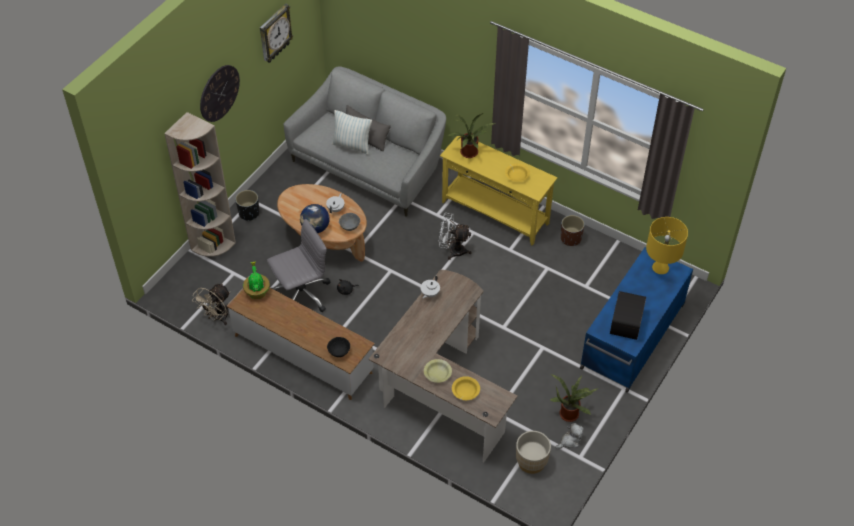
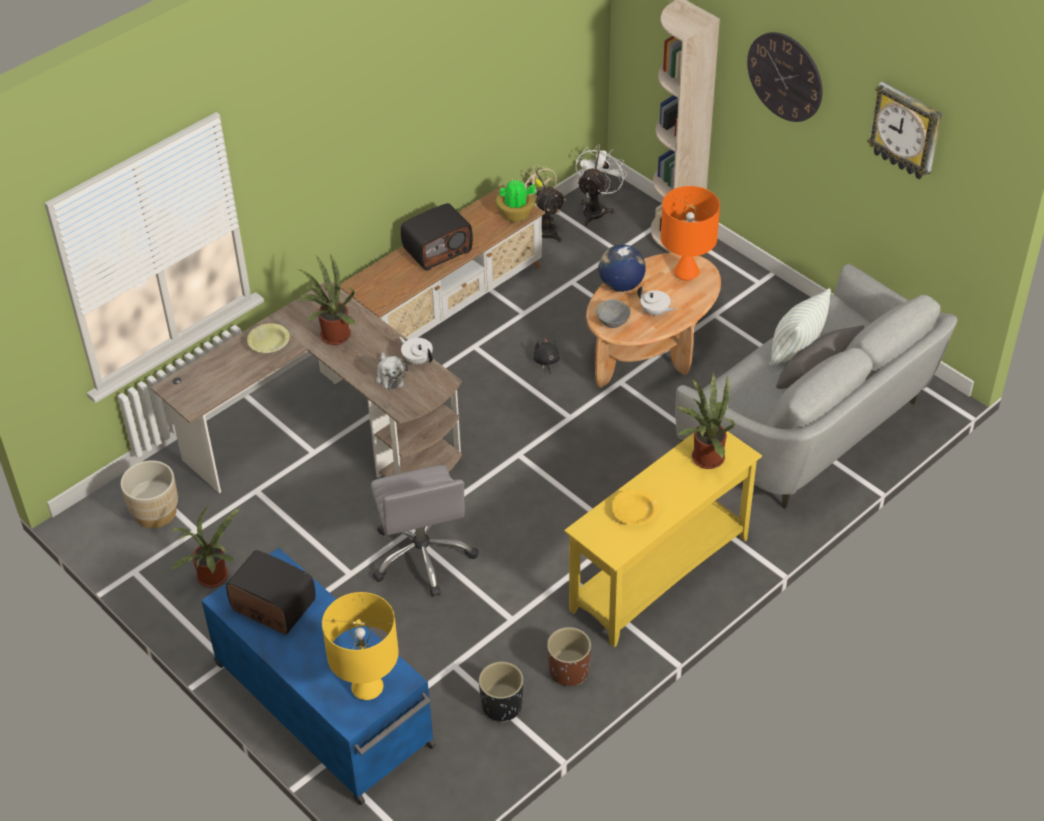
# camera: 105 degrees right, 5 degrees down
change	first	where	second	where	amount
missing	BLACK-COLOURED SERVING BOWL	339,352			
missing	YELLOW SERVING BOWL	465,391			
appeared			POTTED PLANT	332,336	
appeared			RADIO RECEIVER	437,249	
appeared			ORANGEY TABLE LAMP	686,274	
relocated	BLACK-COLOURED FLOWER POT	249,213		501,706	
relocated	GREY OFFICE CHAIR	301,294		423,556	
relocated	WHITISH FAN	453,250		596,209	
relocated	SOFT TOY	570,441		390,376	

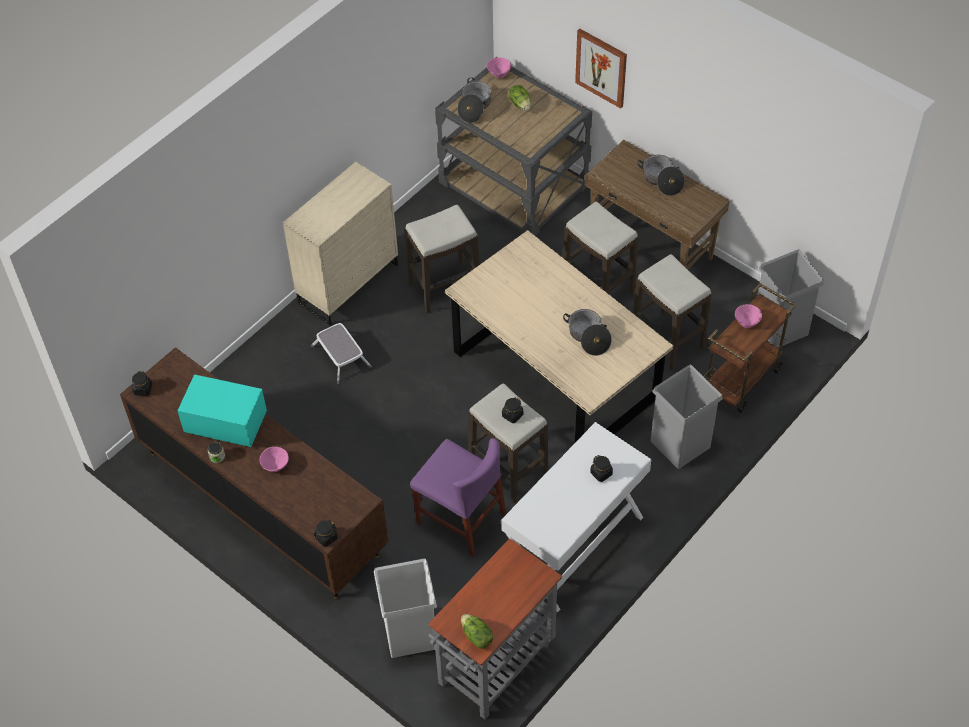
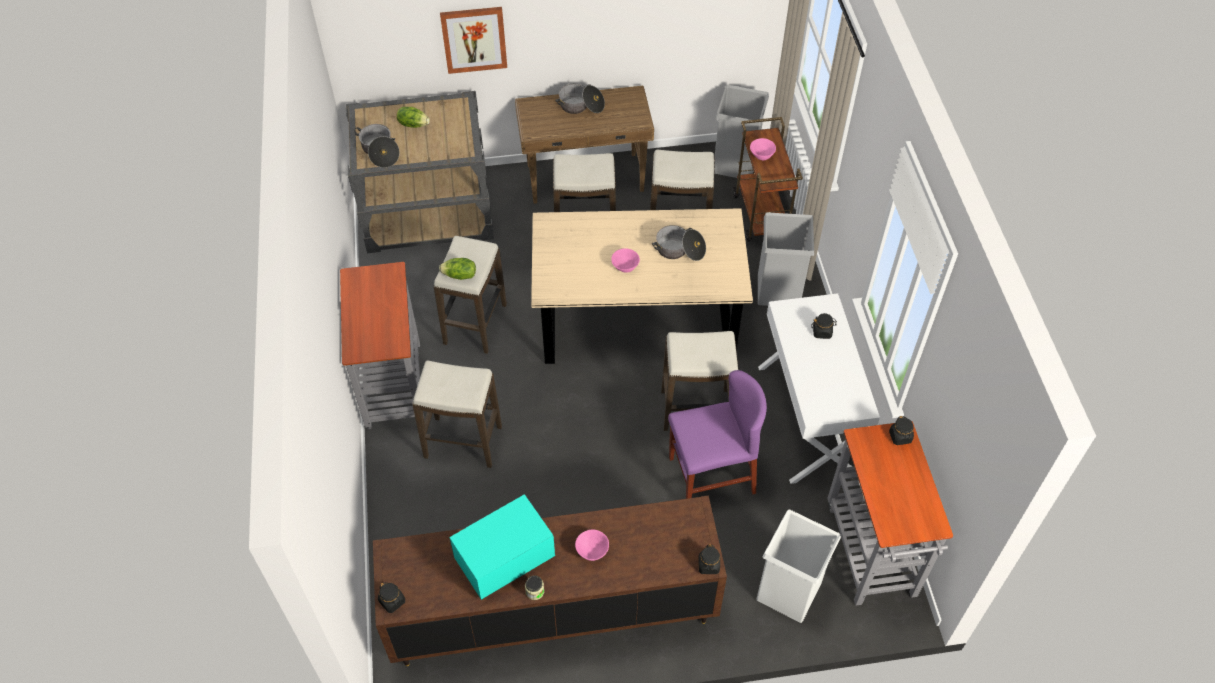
# camera: 50 degrees left, 0 degrees up
change	first	where	second	where	amount
relocated	LETTUCE HEAD	476,636		459,275	
relocated	PINK SERVING BOWL	499,73		625,266	
relocated	BLACK-COLOURED STORAGE JAR	512,415		900,437	
exchanged	SAND-COLOURED DRESSER	348,283	GREY TROLLEY	393,384	
exchanged	GREY STEP LADDER	341,356	STOOL	463,442	

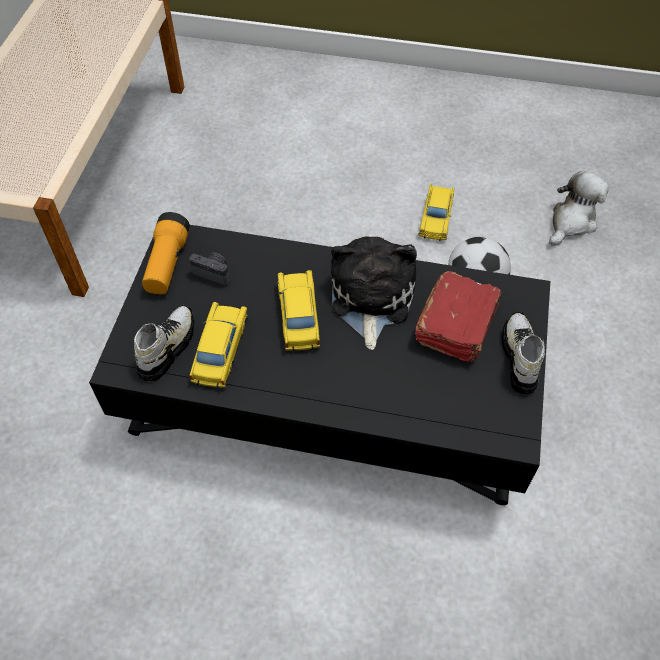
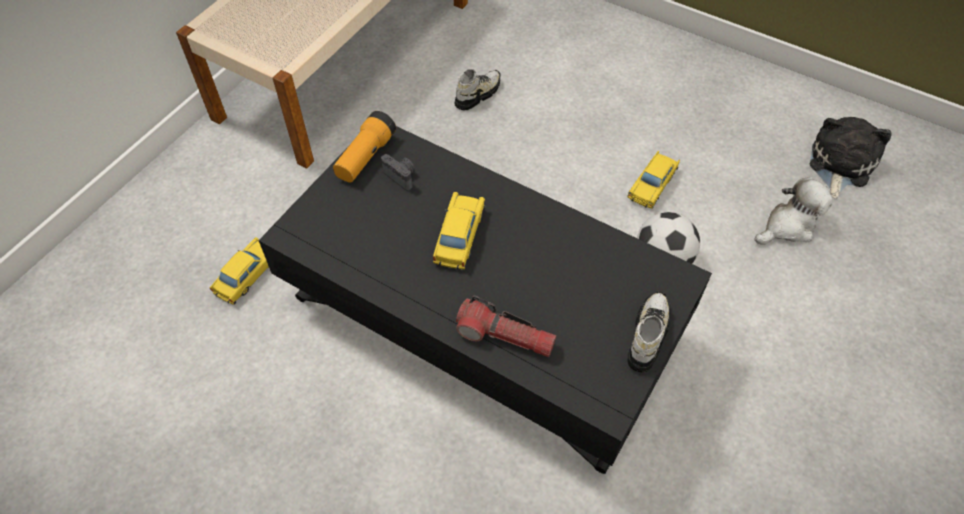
# camera: 20 degrees right, 0 degrees up
change	first	where	second	where	amount
missing	REDDISH VOLUME	457,325			
appeared			HAND TORCH	505,336	
relocated	ITEM OF FOOTWEAR	167,348		477,94	
relocated	YELLOW TOY CAR	220,350		247,275	
relocated	SOFT TOY	370,298		839,165	

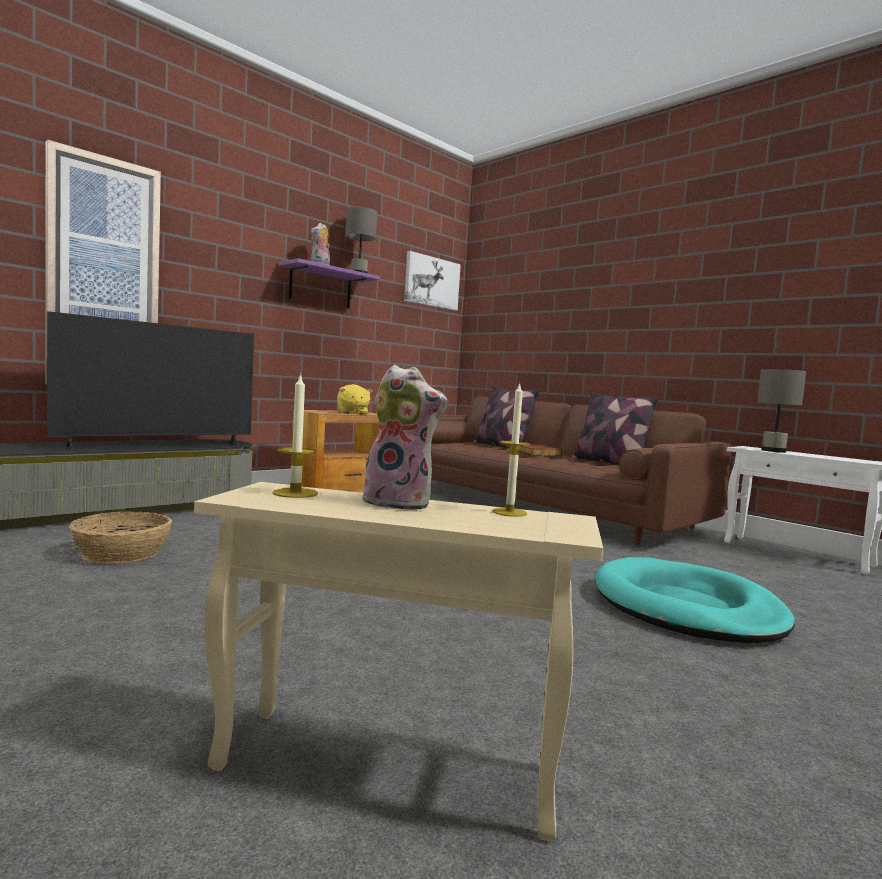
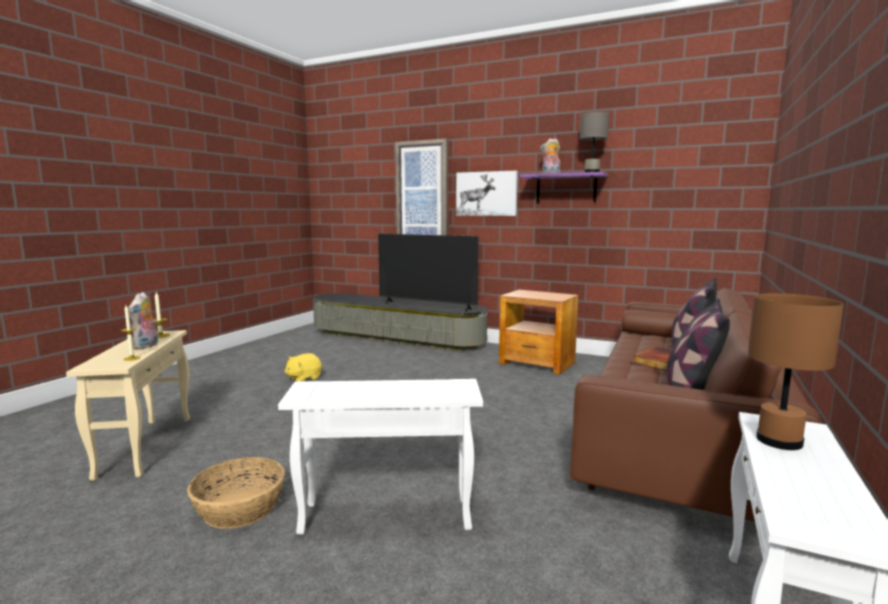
# camera: 70 degrees right, 5 degrees up
change	first	where	second	where	amount
relocated	STORAGE BASKET	121,554		239,508	
relocated	YELLOW SOFT TOY	352,413		304,378	
relocated	WALL PICTURE	431,282		486,193	
exchanged	TURQUOISE PET BED	686,608	WHITISH END TABLE	386,516	
colour	GREY TABLE LAMP	773,451	BROWN-COLOURED TABLE LAMP	778,440	

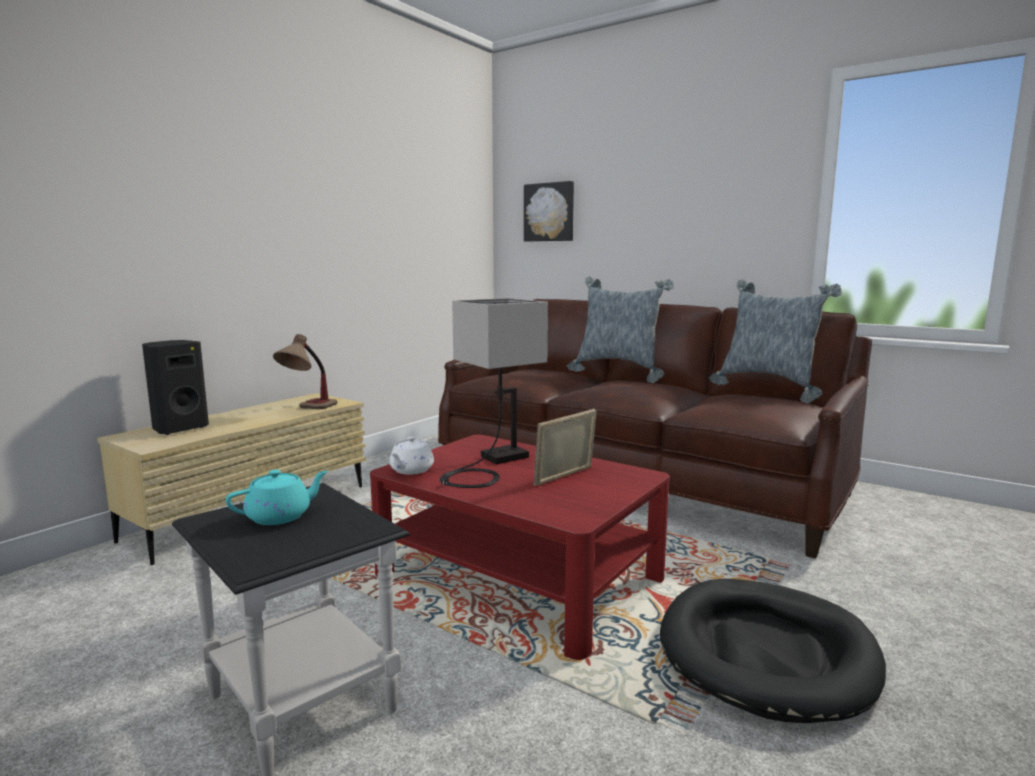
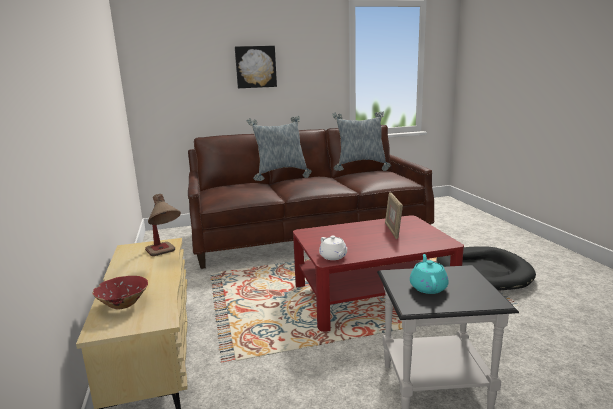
# camera: 50 degrees left, 5 degrees up
change	first	where	second	where	amount
missing	TABLE LAMP	488,465			
relocated	WALL PICTURE	549,212		255,67	
exchanged	BLACK-COLOURED SPEAKER	179,428	REDDISH SERVING BOWL	123,304	

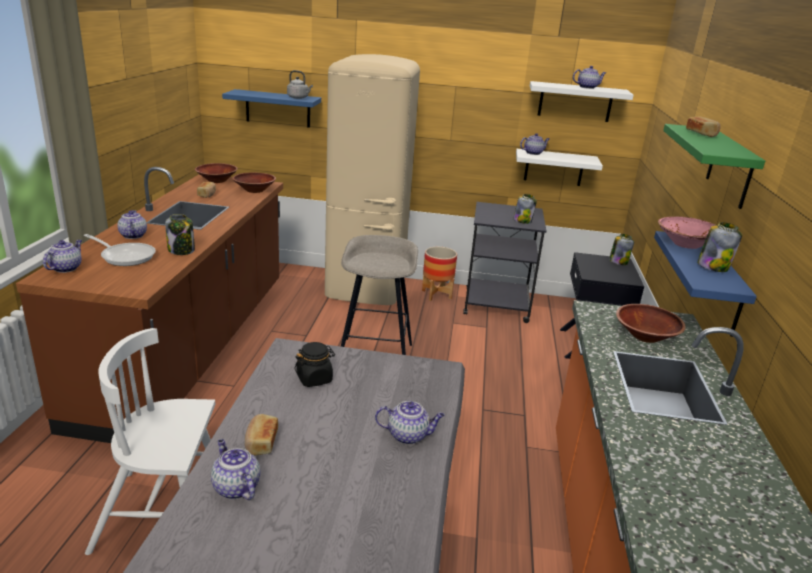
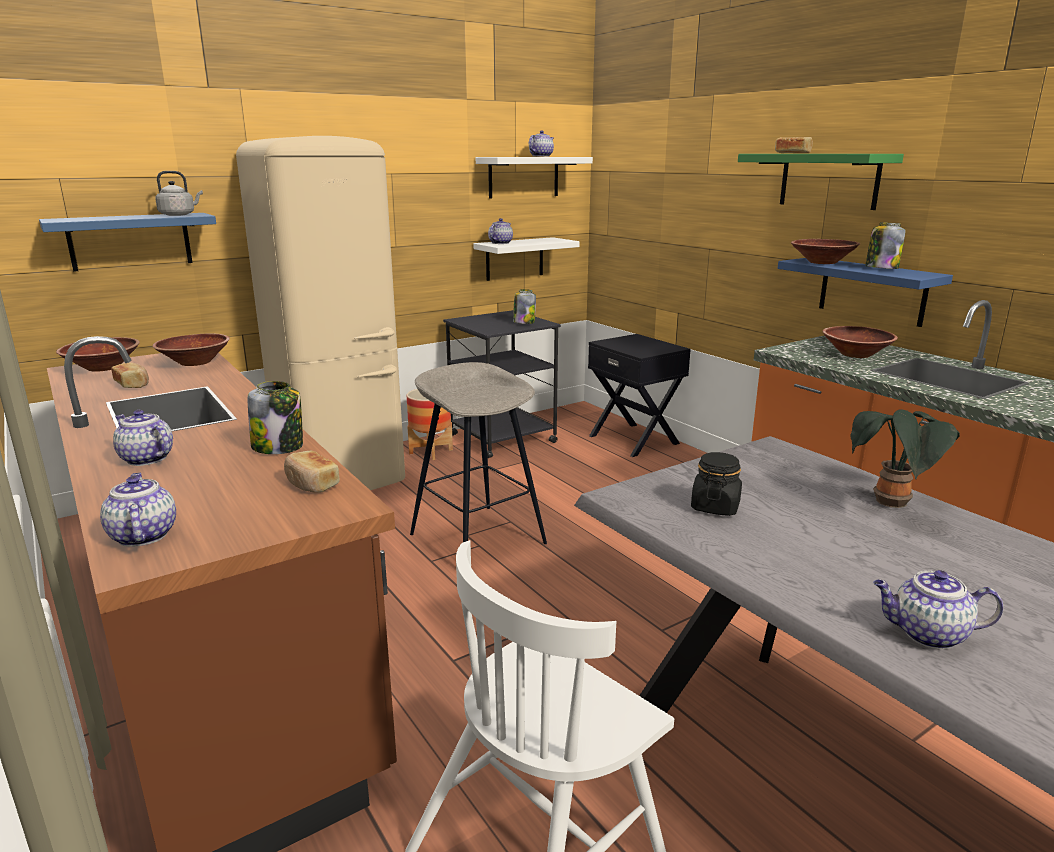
# camera: 40 degrees left, 5 degrees down
change	first	where	second	where	amount
missing	FRYING PAN	125,256			
missing	STORAGE JAR	618,262			
relocated	BAKERY BREAD	261,442		311,484	
exchanged	TEA POT	408,435	POTTED PLANT	892,504	
colour	PINK SERVING BOWL	686,244	BROWN-COLOURED SERVING BOWL	822,262	

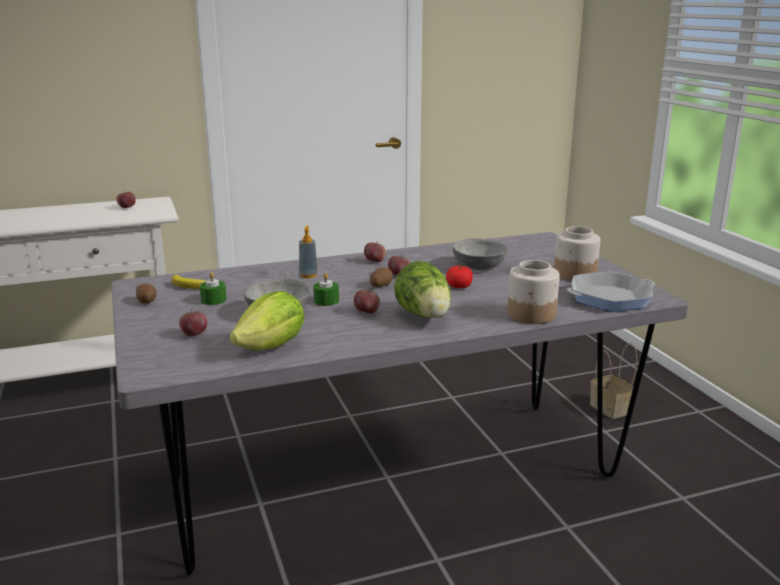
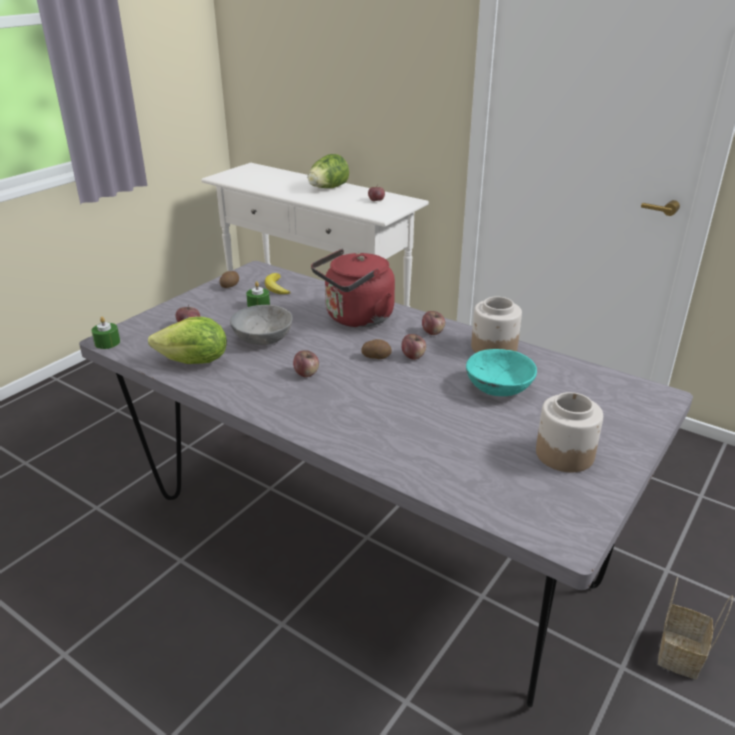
# camera: 55 degrees right, 10 degrees up
change	first	where	second	where	amount
missing	WHOLE TOMATO	459,286			
missing	FRYING PAN	610,298			
relocated	GREEN-COLOURED CANDLE	326,301		107,342	
relocated	LETTUCE HEAD	425,316		328,188	
relocated	STORAGE JAR	531,314		493,348	
exchanged	SOAP BOTTLE	308,275	REDDISH KETTLE	356,318	
colour	GREY SERVING BOWL	478,266	TURQUOISE SERVING BOWL	498,387	

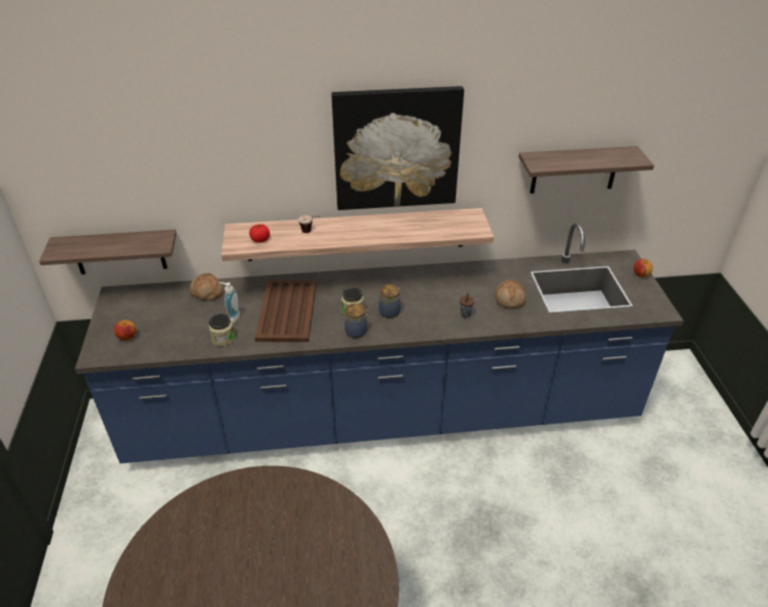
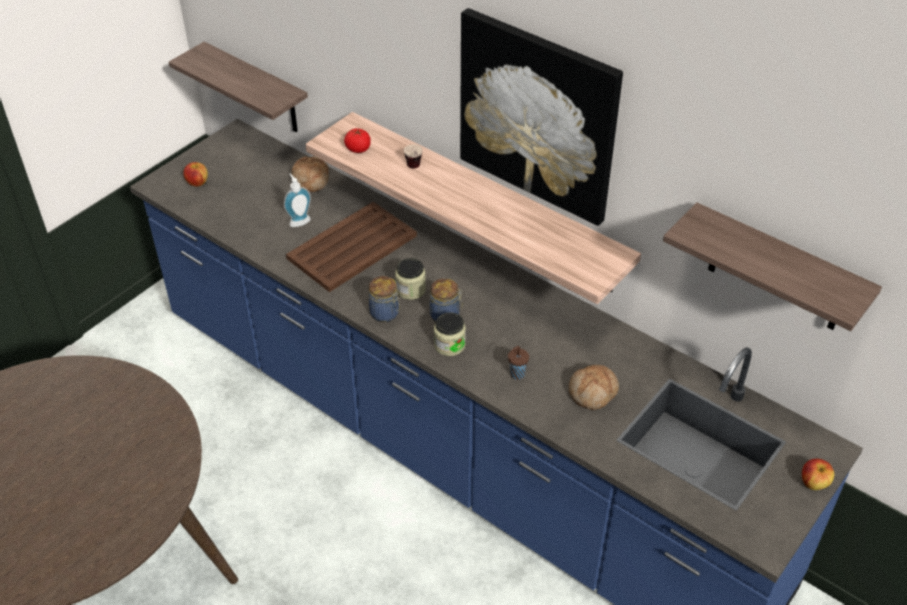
# camera: 45 degrees right, 5 degrees up
change	first	where	second	where	amount
relocated	STORAGE JAR	223,338		449,345	

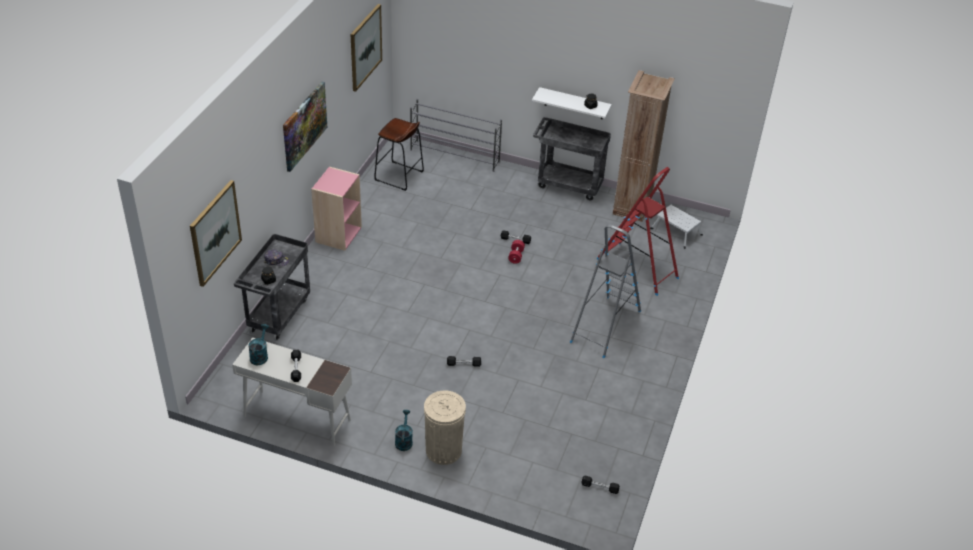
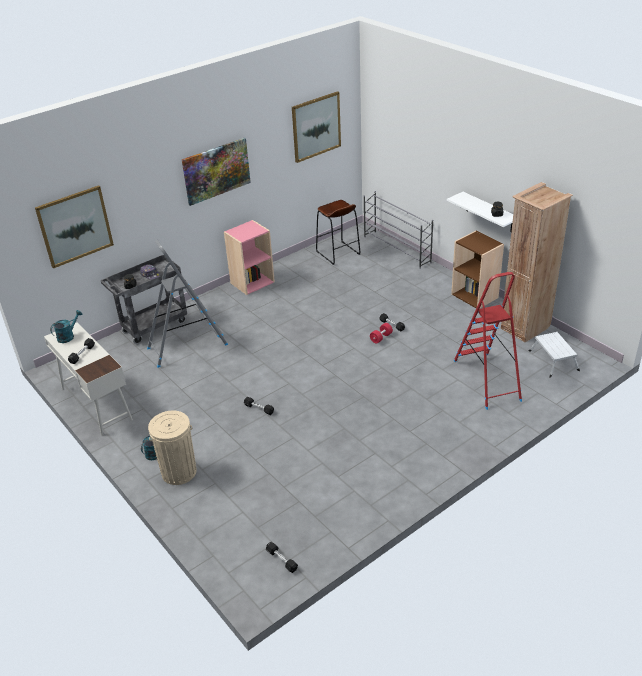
# camera: 35 degrees right, 5 degrees down
change	first	where	second	where	amount
relocated	GREY STEP LADDER	606,326		188,346	
exchanged	GREY TROLLEY	566,187	BROWN-COLOURED BOOKCASE	475,296	

